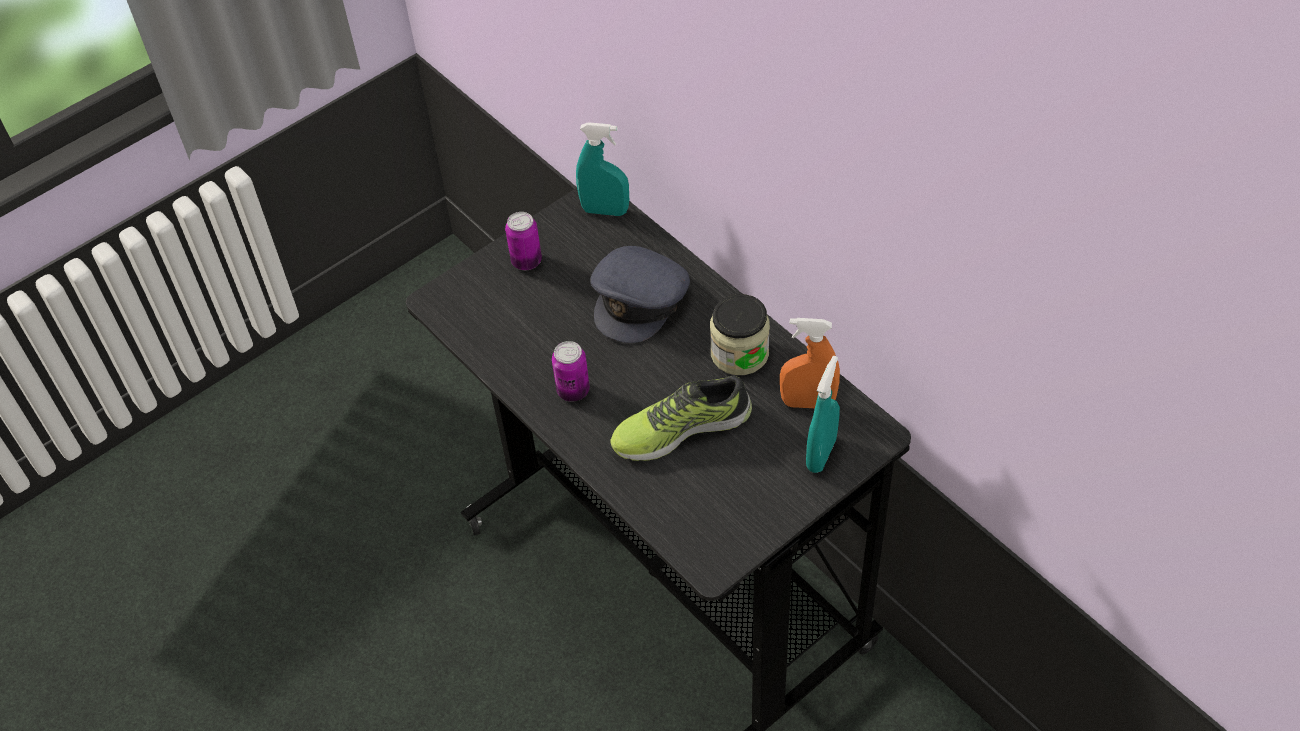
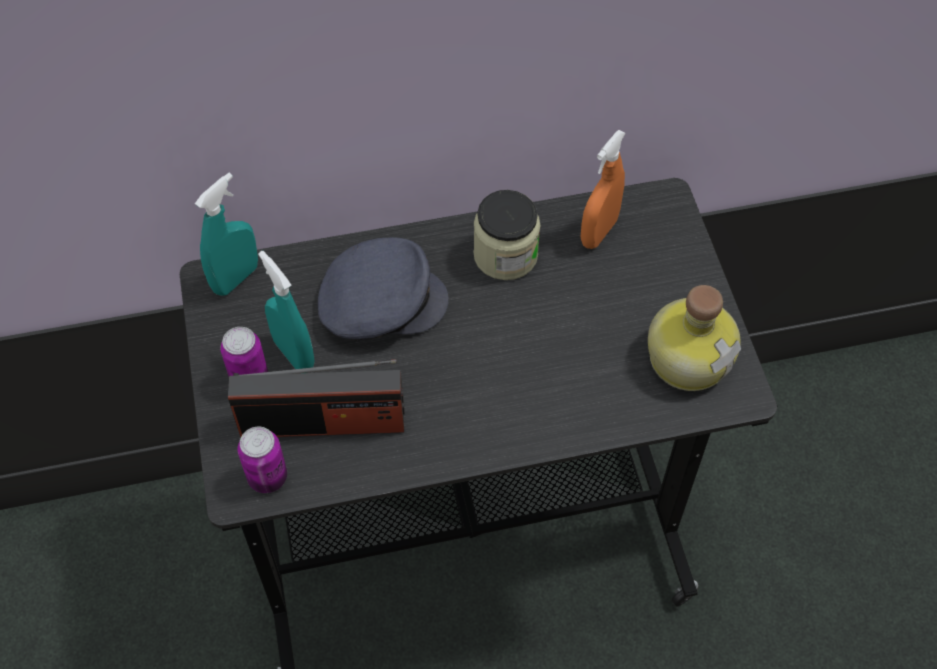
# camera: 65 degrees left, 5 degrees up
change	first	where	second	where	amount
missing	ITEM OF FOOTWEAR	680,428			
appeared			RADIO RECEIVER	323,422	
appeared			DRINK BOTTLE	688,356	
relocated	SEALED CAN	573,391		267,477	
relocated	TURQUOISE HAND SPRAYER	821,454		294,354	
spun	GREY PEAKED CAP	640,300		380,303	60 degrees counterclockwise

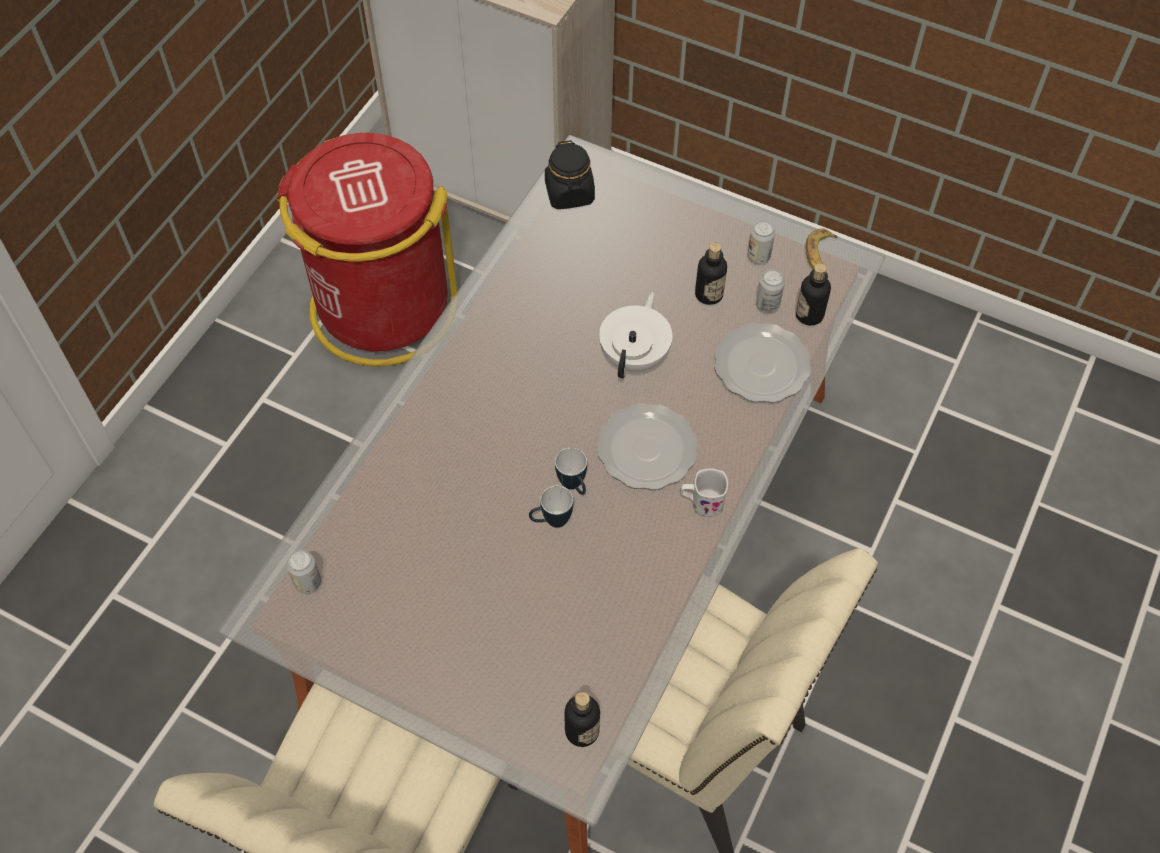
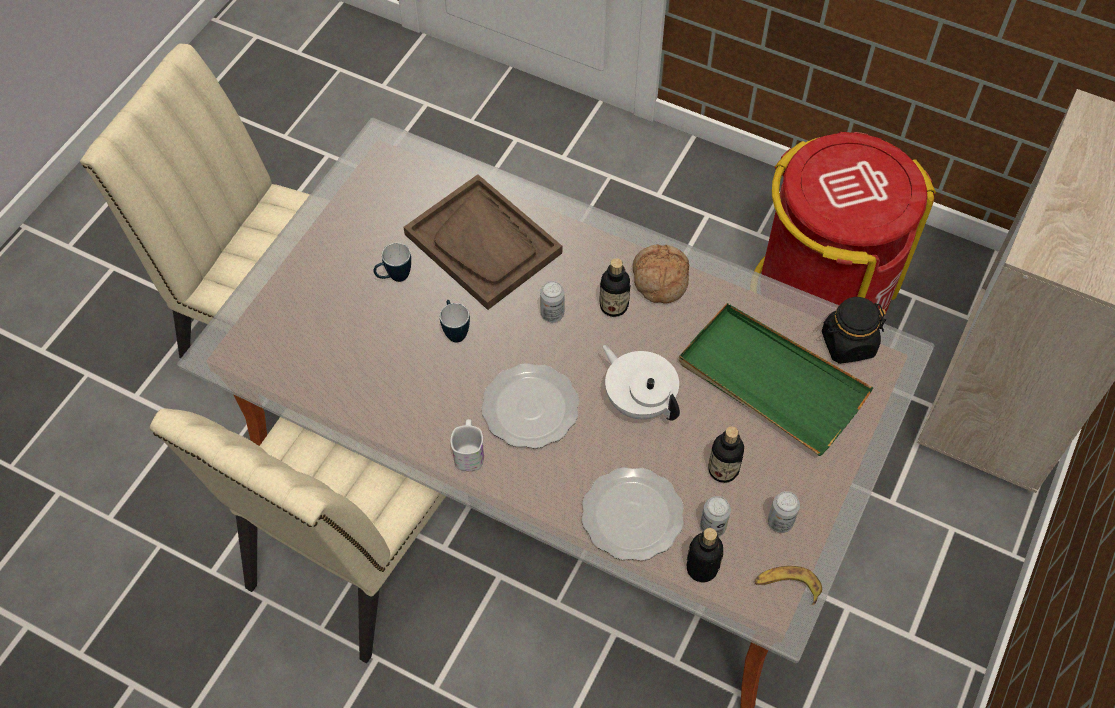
# camera: 90 degrees right, 0 degrees up
change	first	where	second	where	amount
appeared			BROWN-COLOURED CARRYING TRAY	483,244	
appeared			BAKERY BREAD	659,279	
appeared			GREEN-COLOURED CARRYING TRAY	770,381	
relocated	SEALED CAN	308,582		552,314	
relocated	TEA MUG	574,486		394,277	
relocated	DRINK BOTTLE	582,731		613,306	
spun	WHITISH TEA POT	635,356		639,400	150 degrees counterclockwise

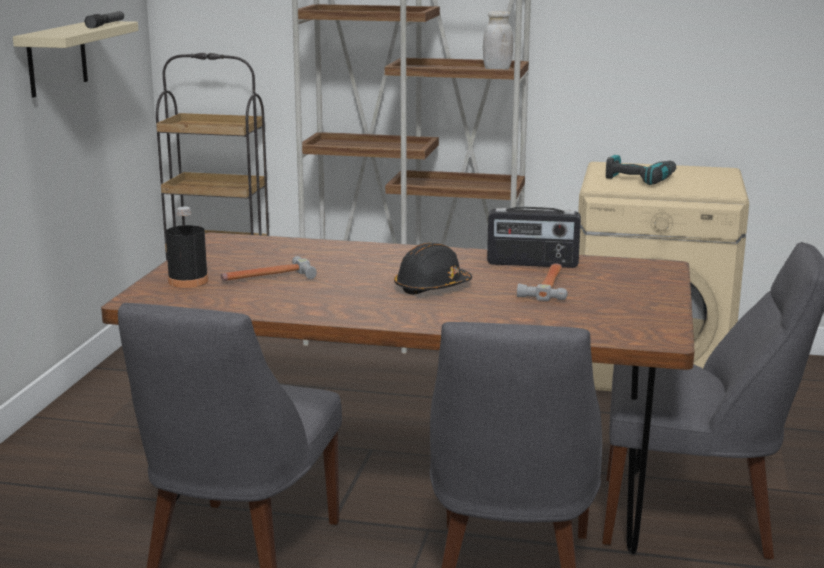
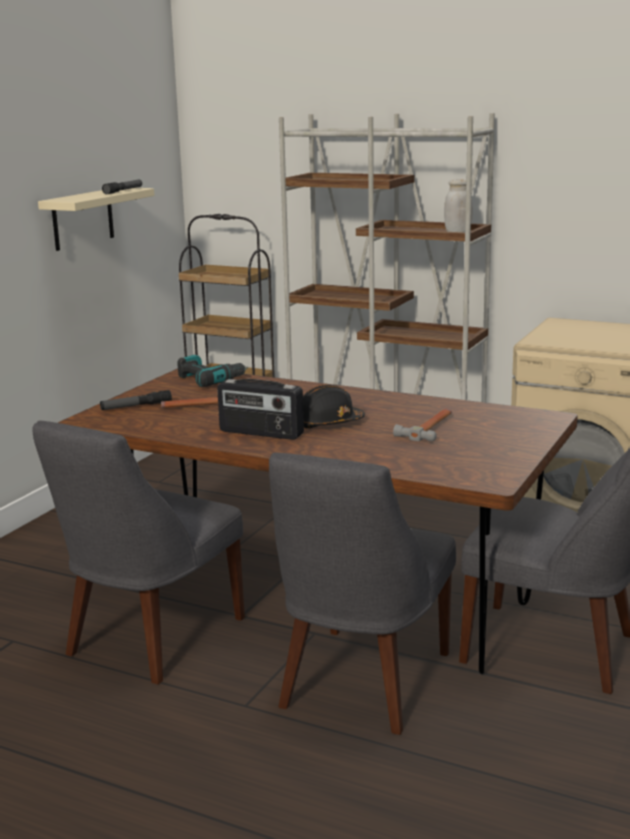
# camera: 15 degrees right, 0 degrees up
change	first	where	second	where	amount
relocated	RADIO RECEIVER	532,264		261,433	
relocated	DRILL	640,179		210,379	
exchanged	BLACK-COLOURED DRINK BOTTLE	188,281	HAND TORCH	136,406	

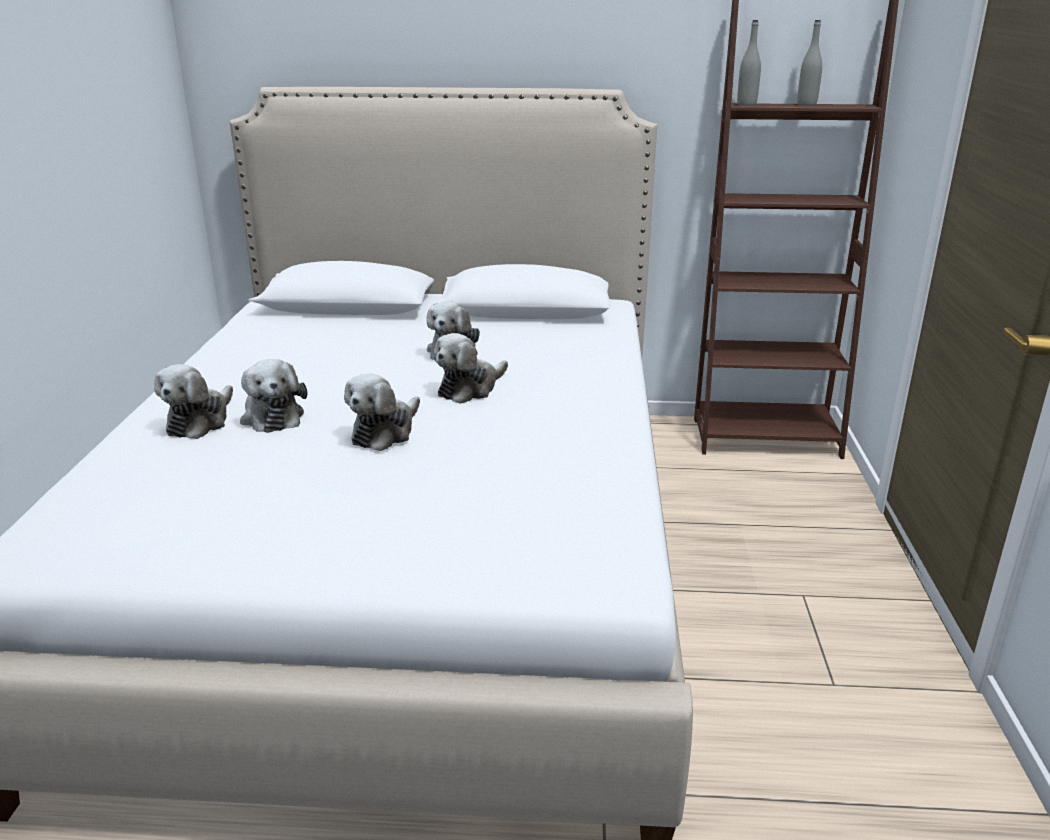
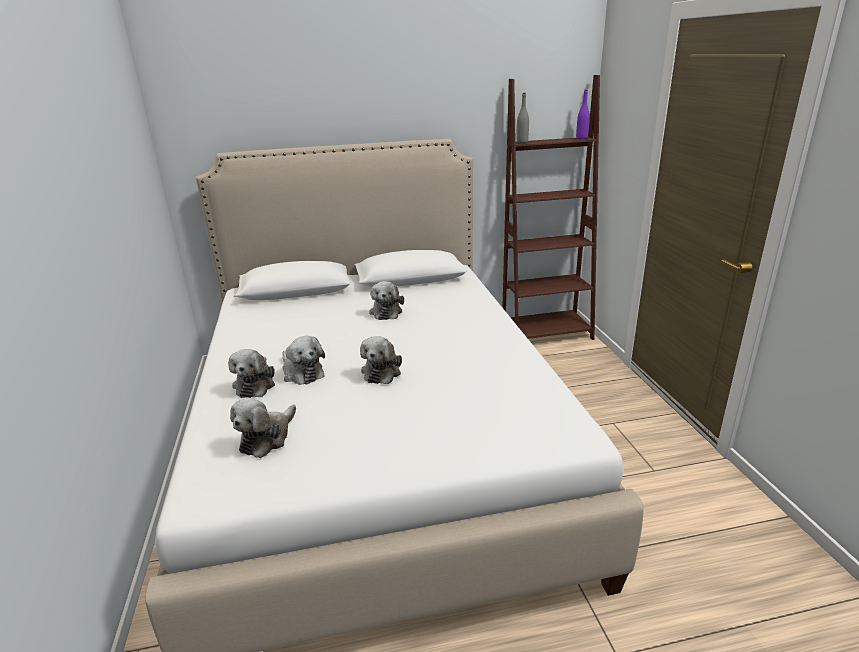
# camera: 15 degrees left, 0 degrees up
change	first	where	second	where	amount
missing	GREY DRINK BOTTLE	806,104			
appeared			PURPLE-COLOURED DRINK BOTTLE	581,138	
relocated	SOFT TOY	470,388		267,438	

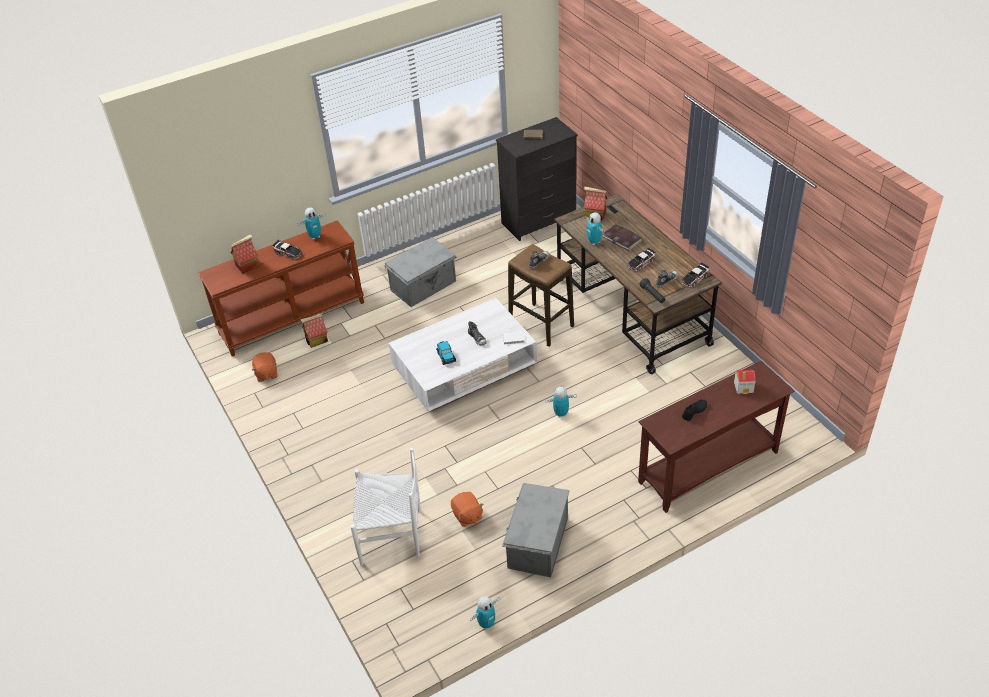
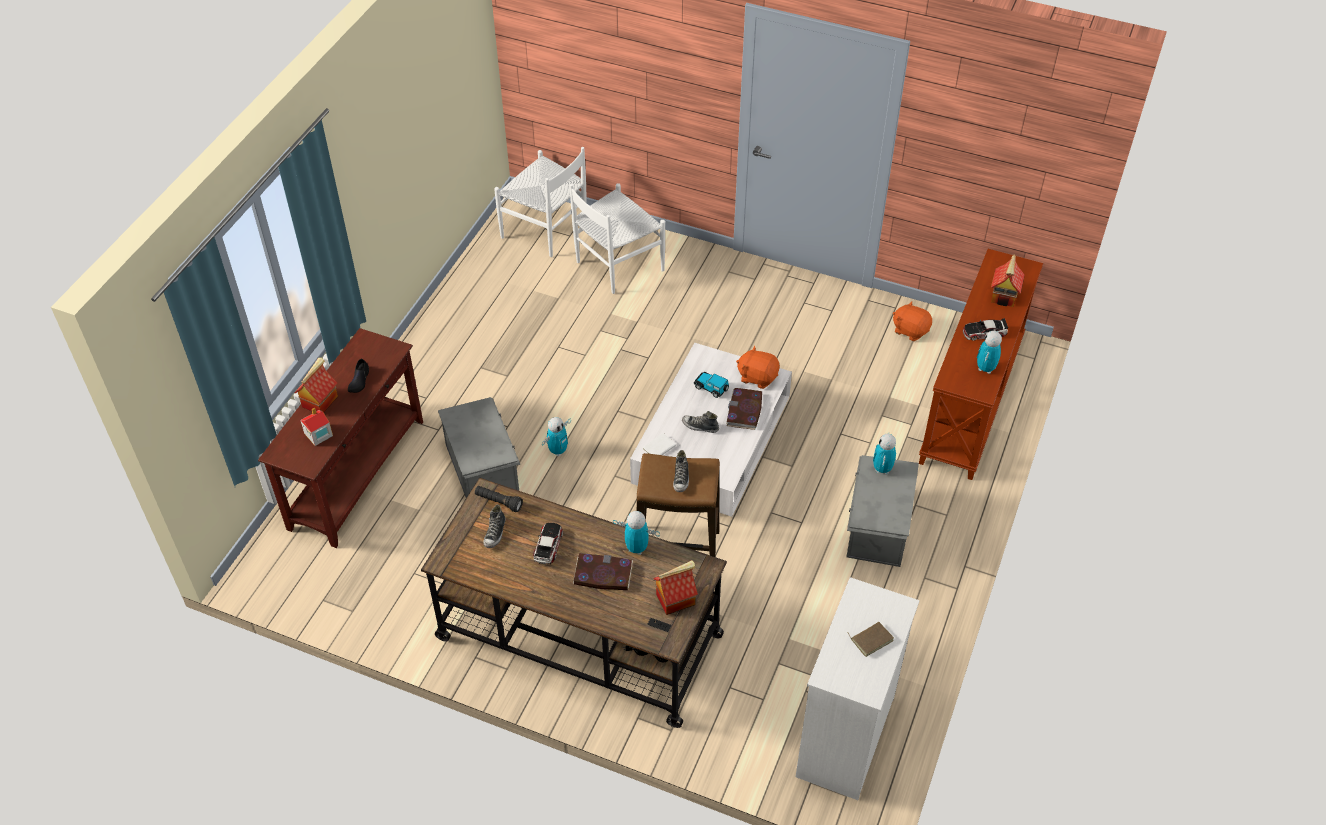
# camera: 140 degrees right, 5 degrees up
change	first	where	second	where	amount
missing	TOY CAR	694,278			
appeared			WHITISH CHAIR	546,230	
appeared			VOLUME	744,410	
relocated	TOY HOUSE	316,340		320,401	
relocated	ORANGEY SOFT TOY	467,516		757,377	
relocated	MODEL ROBOT	486,623		882,469	
relocated	GREY STORAGE CONTAINER	536,543		483,467	
colour	BLACK-COLOURED DRESSER	539,220	WHITISH DRESSER	844,737	

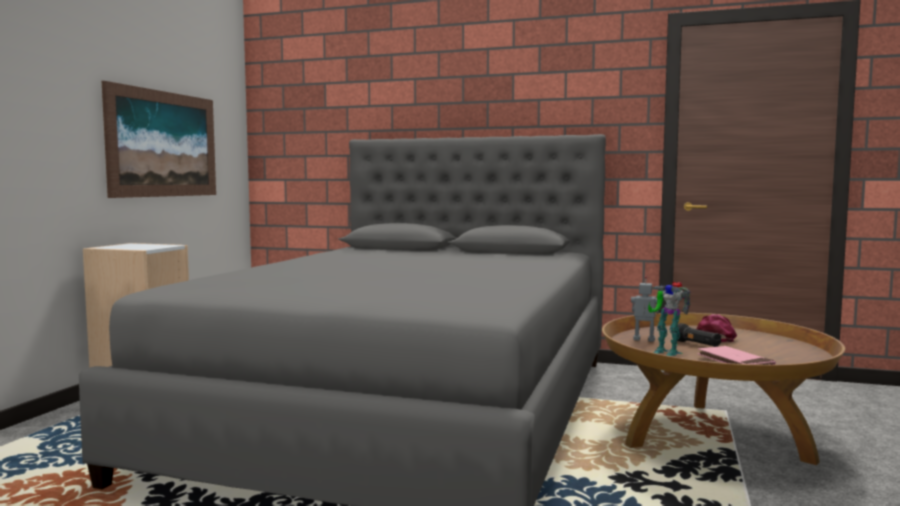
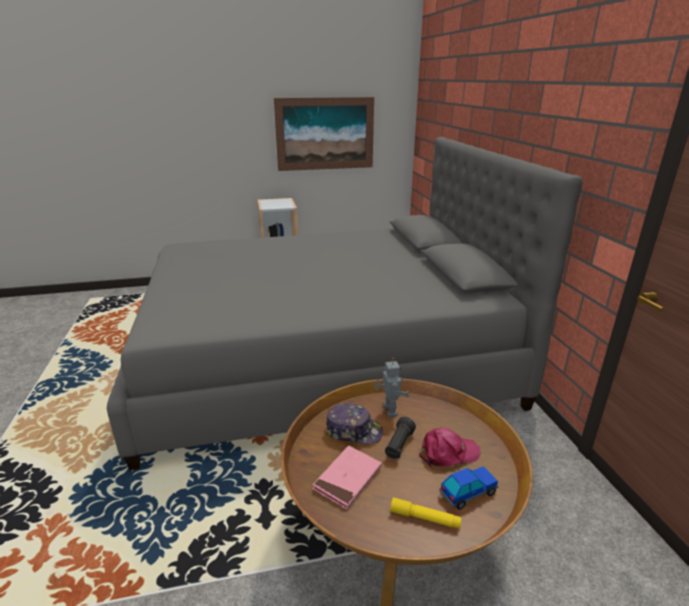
# camera: 60 degrees right, 20 degrees up
change	first	where	second	where	amount
appeared			YELLOW HAND TORCH	425,518	
appeared			TOY CAR	468,493	
exchanged	MODEL ROBOT	666,352	PEAKED CAP	353,431	

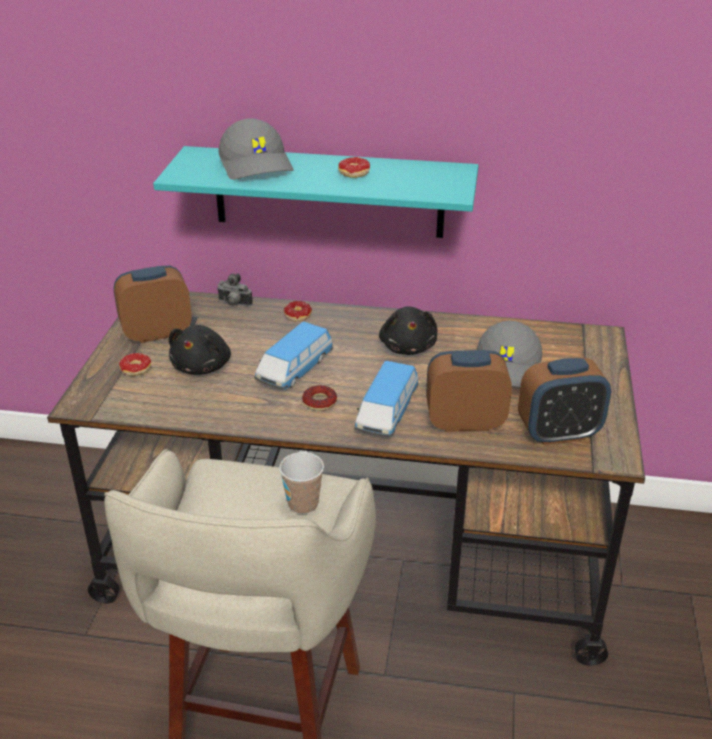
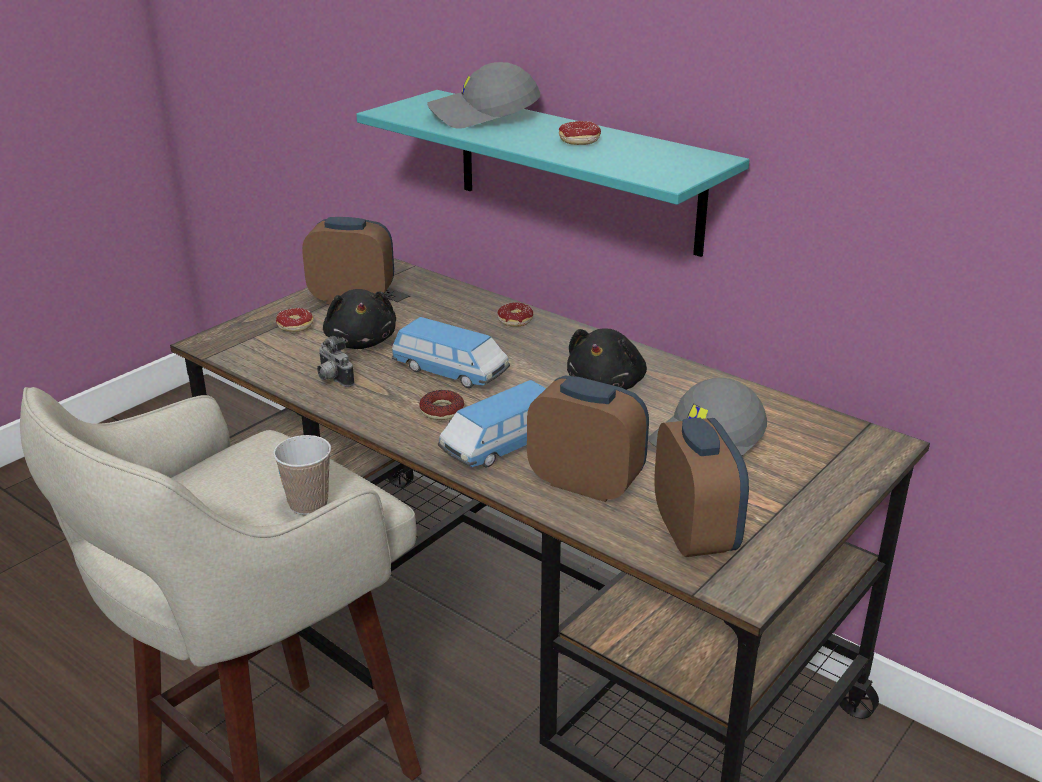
# camera: 30 degrees right, 5 degrees down
change	first	where	second	where	amount
relocated	PHOTO CAMERA	233,304		332,379	
spun	BLACK-COLOURED SOFT TOY	203,366		361,342	60 degrees counterclockwise
spun	GREY PEAKED CAP	257,165		483,116	75 degrees clockwise
spun	TOY CAR	294,370		451,372	120 degrees counterclockwise
spun	BEDSIDE CLOCK	558,433		694,535	120 degrees counterclockwise

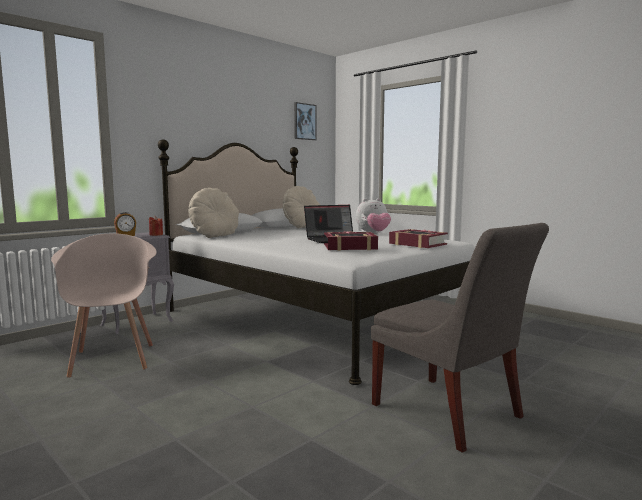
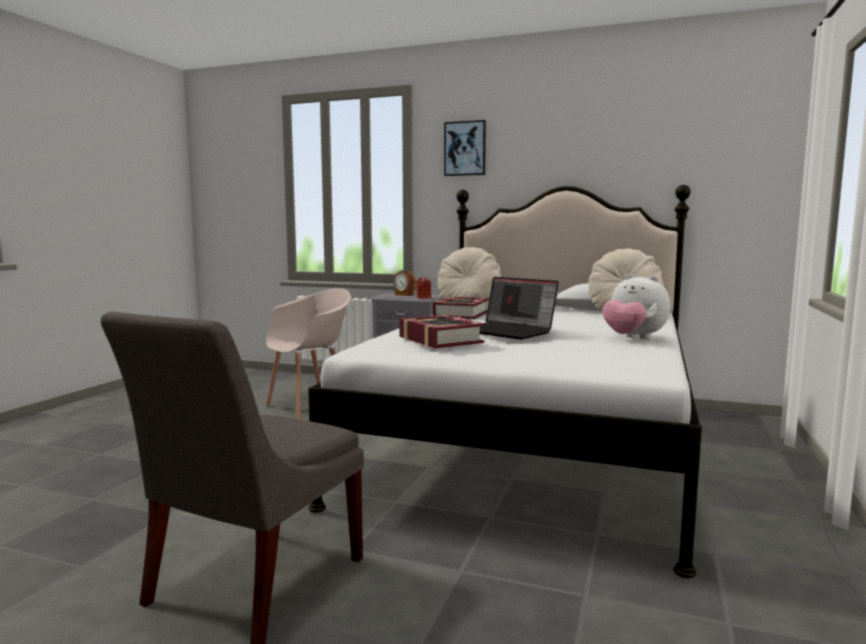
# camera: 65 degrees right, 0 degrees up
change	first	where	second	where	amount
relocated	WALL PICTURE	304,121		465,148	
relocated	VOLUME	417,244		460,314	

